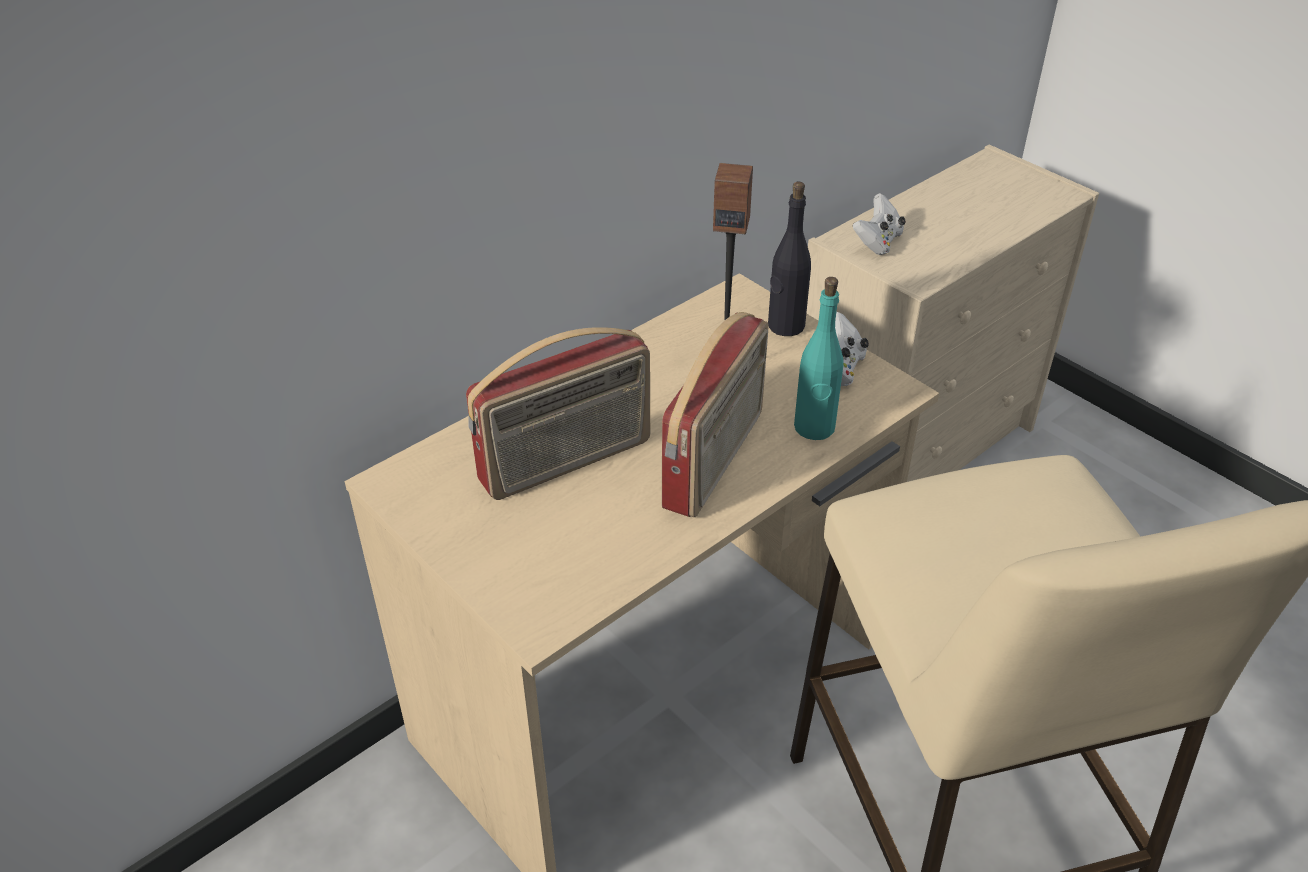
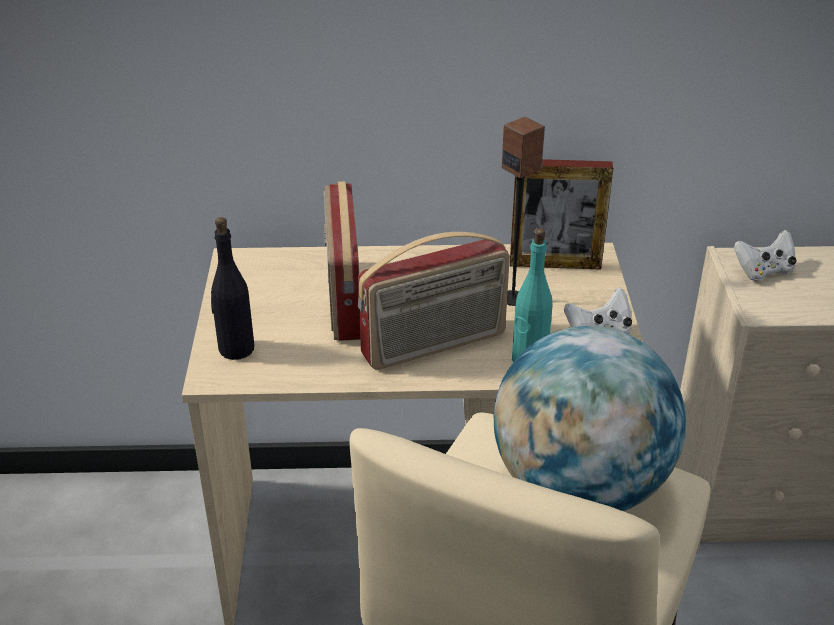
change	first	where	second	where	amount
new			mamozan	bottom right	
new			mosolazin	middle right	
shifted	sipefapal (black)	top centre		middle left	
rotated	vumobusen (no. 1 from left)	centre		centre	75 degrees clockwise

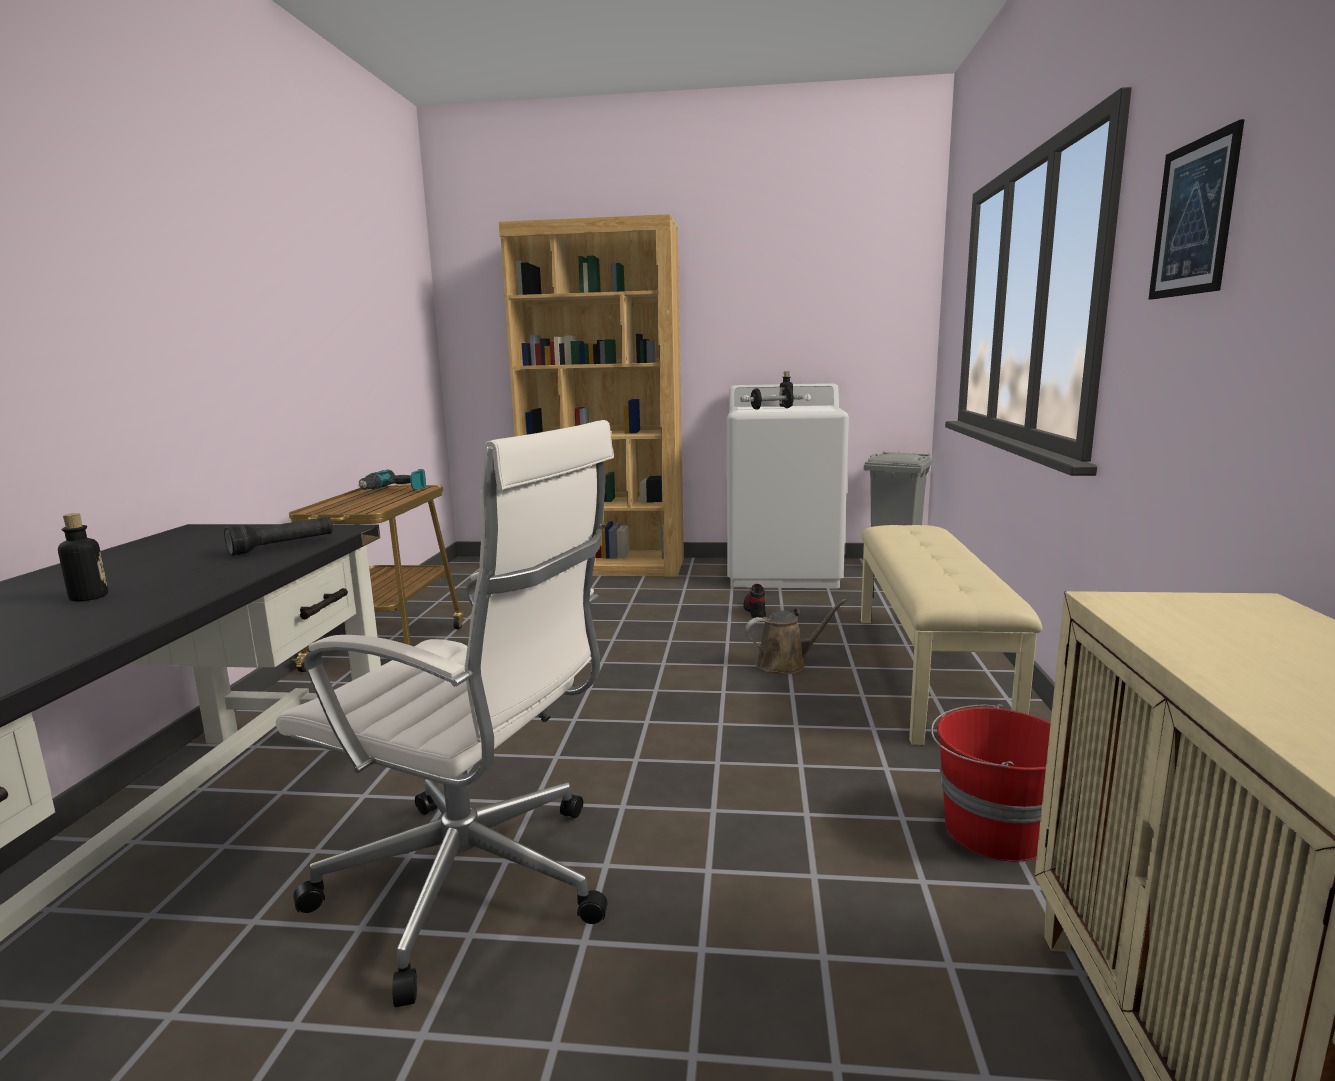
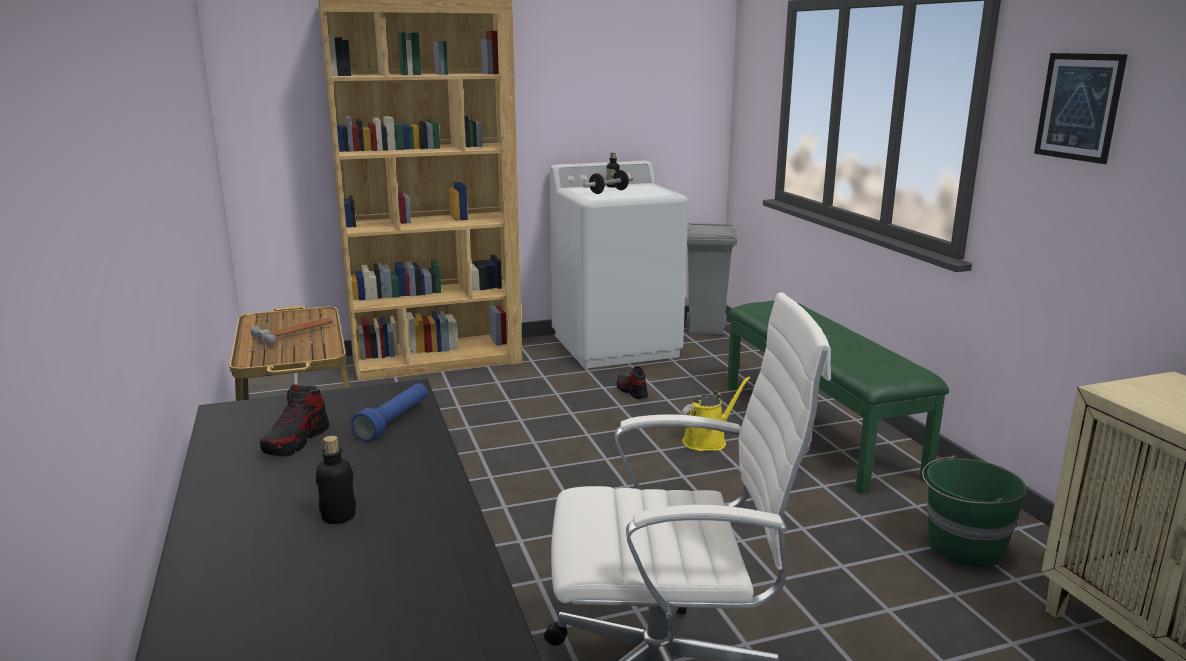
change	first	where	second	where	amount
gone	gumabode	middle left			
new			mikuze	middle left	
new			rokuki (no. 1 from left)	middle left	
repainted	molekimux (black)	middle left	molekimux (blue)	middle left	
repainted	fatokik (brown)	centre	fatokik (yellow)	centre	
repainted	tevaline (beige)	middle right	tevaline (green)	middle right	
repainted	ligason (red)	bottom right	ligason (green)	bottom right	

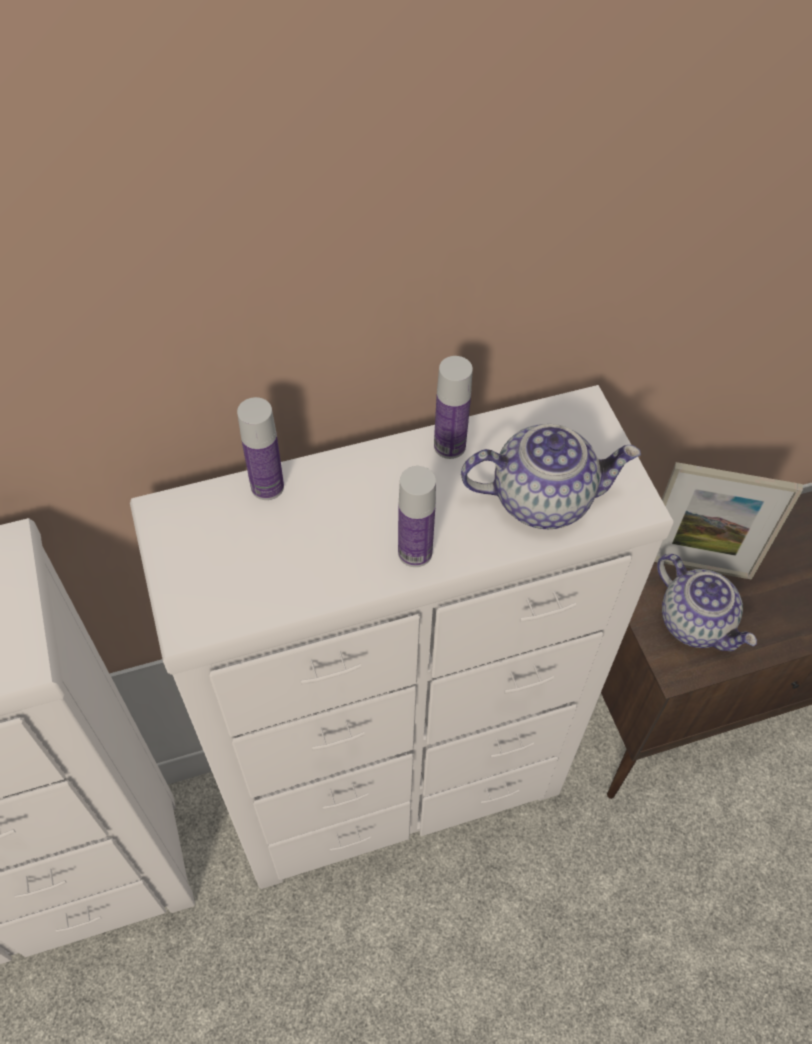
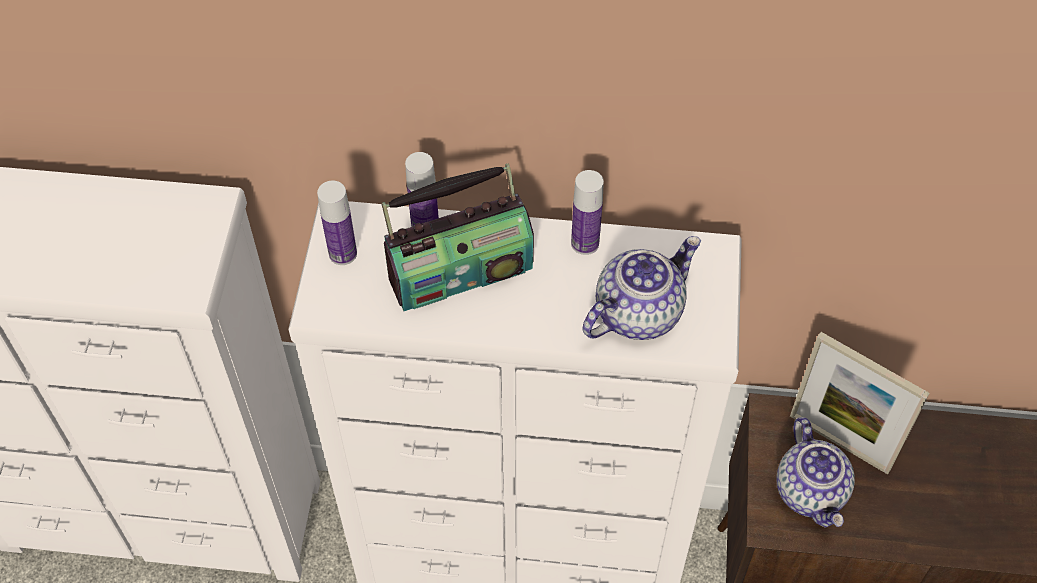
change	first	where	second	where	amount
new			vumobusen	centre	
shifted	sipefapal (no. 2 from left in the first image)	centre	sipefapal (no. 1 from left)	middle left	
rotated	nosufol (no. 1 from left)	middle right		centre	60 degrees counterclockwise

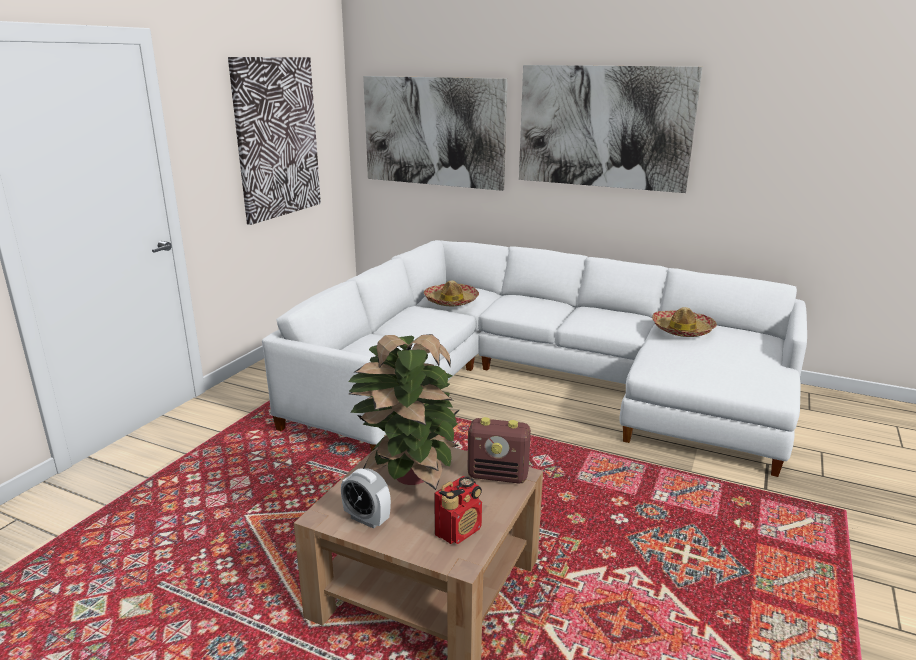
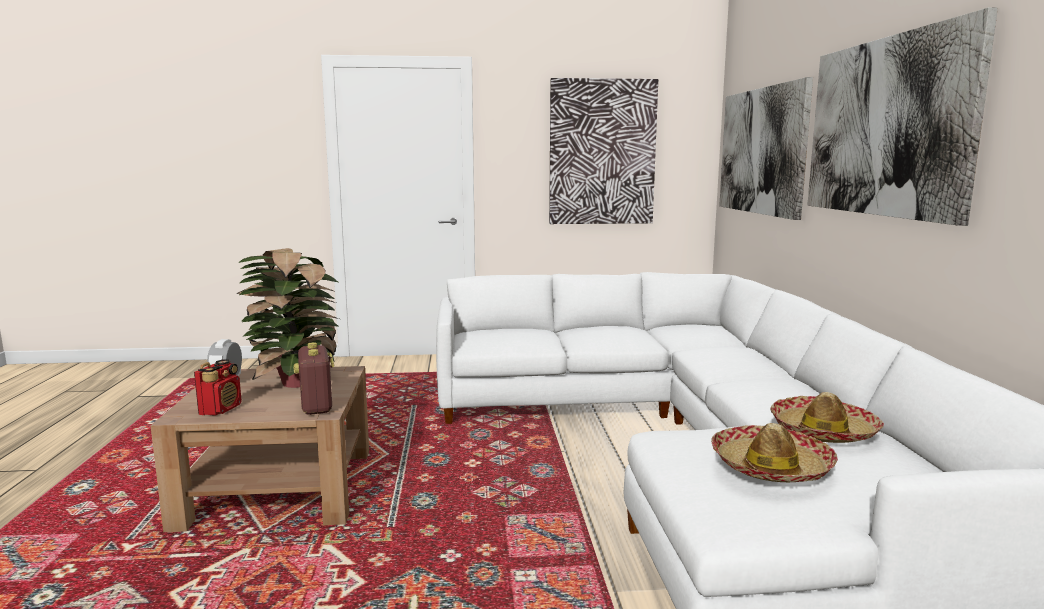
change	first	where	second	where	amount
shifted	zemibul (no. 1 from left)	centre		bottom right	
rotated	vumobusen (no. 1 from left)	bottom centre		middle left	90 degrees counterclockwise

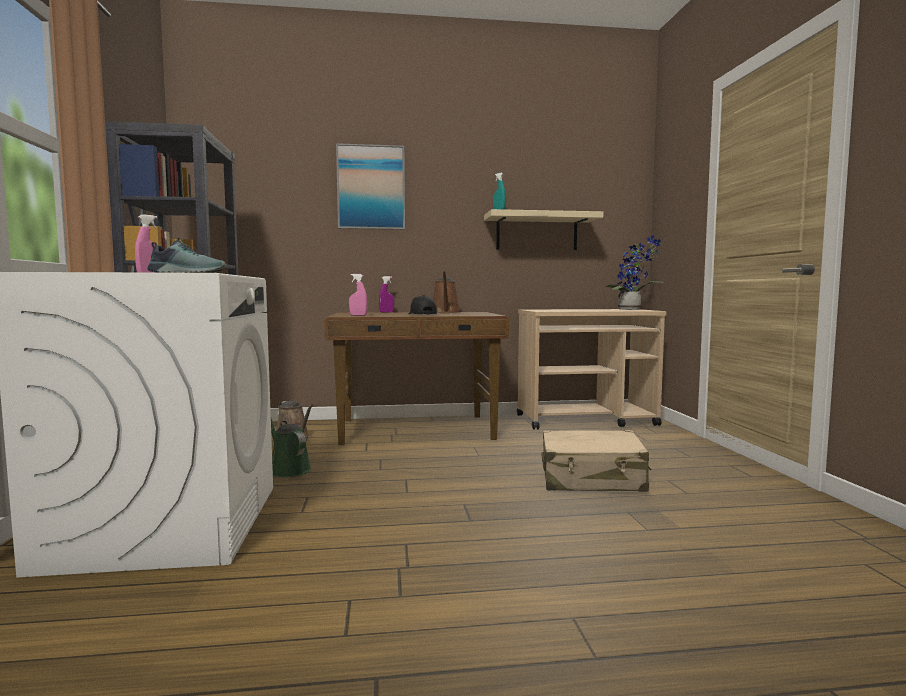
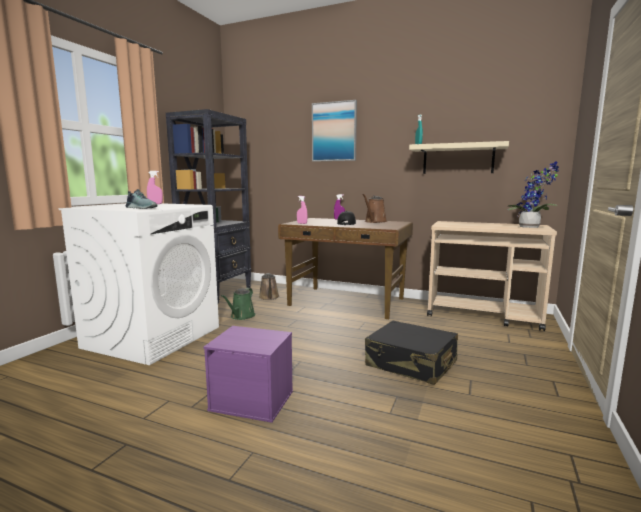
change	first	where	second	where	amount
new			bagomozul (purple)	bottom centre	
repainted	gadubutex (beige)	centre	gadubutex (black)	bottom centre	
rotated	fatokik (green)	middle left		centre	150 degrees counterclockwise

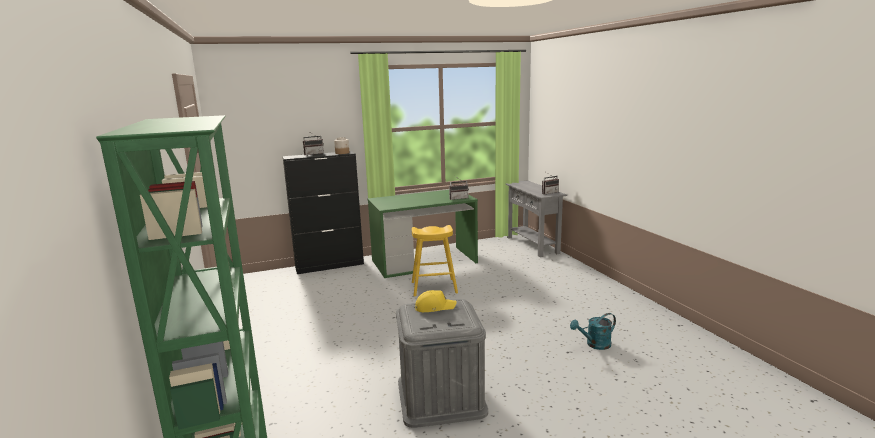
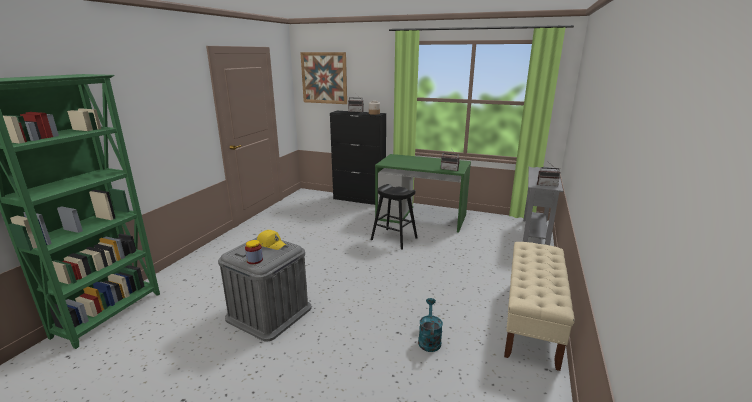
change	first	where	second	where	amount
new			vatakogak (no. 1 from left)	centre	
new			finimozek	top centre	
new			tevaline (beige)	bottom right	
repainted	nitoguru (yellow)	centre	nitoguru (black)	centre	
rotated	fatokik (turquoise)	bottom right		bottom centre	75 degrees clockwise

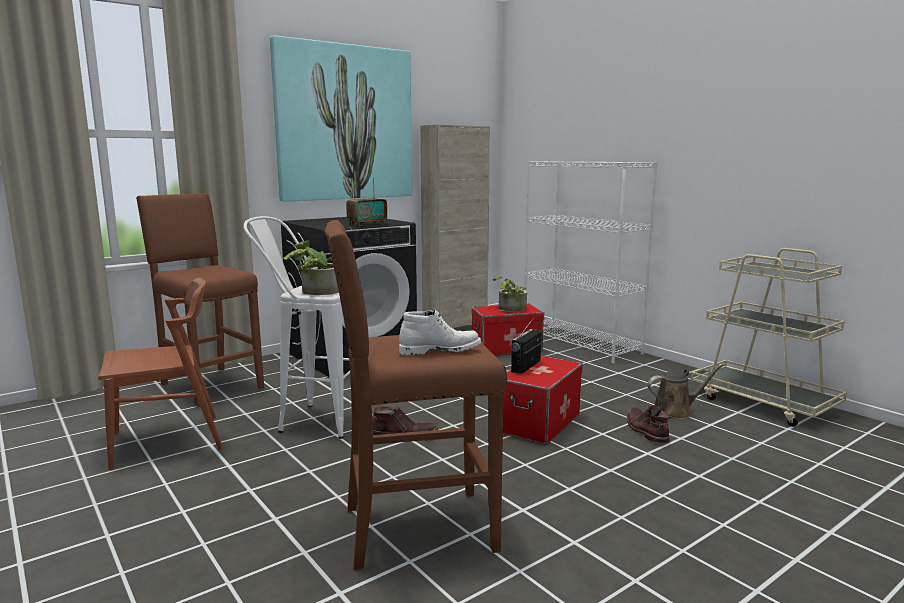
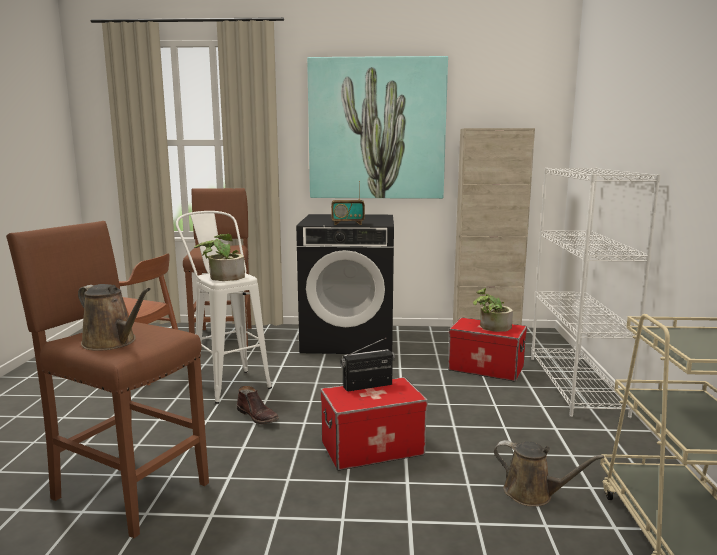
change	first	where	second	where	amount
gone	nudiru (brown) (no. 2 from left)	bottom right			
swapped	nudiru (white)	centre	fatokik (brown) (no. 1 from left)	middle left	

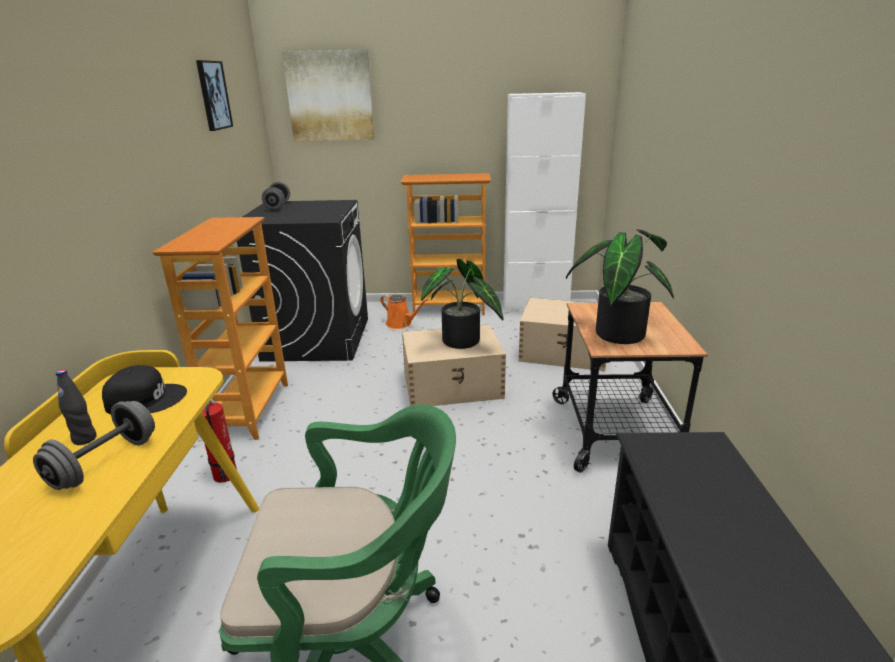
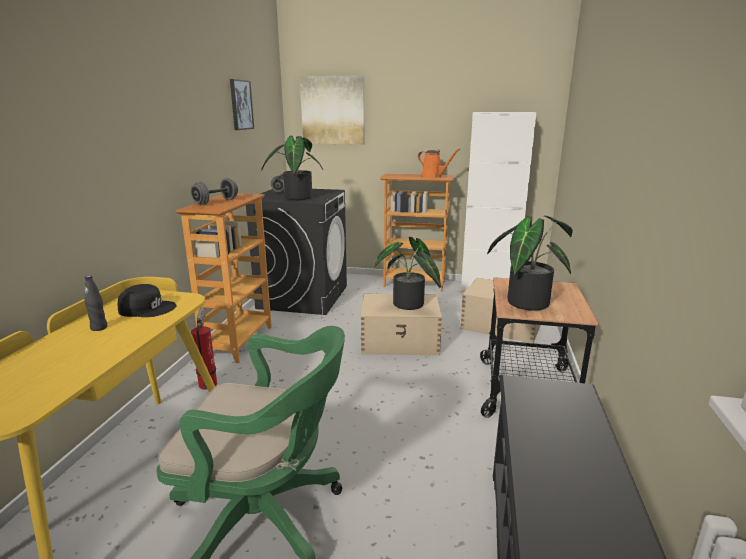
change	first	where	second	where	amount
new			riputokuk (no. 1 from left)	top centre	
shifted	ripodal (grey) (no. 1 from left)	bottom left		middle left	
shifted	fatokik (orange)	centre		top centre	

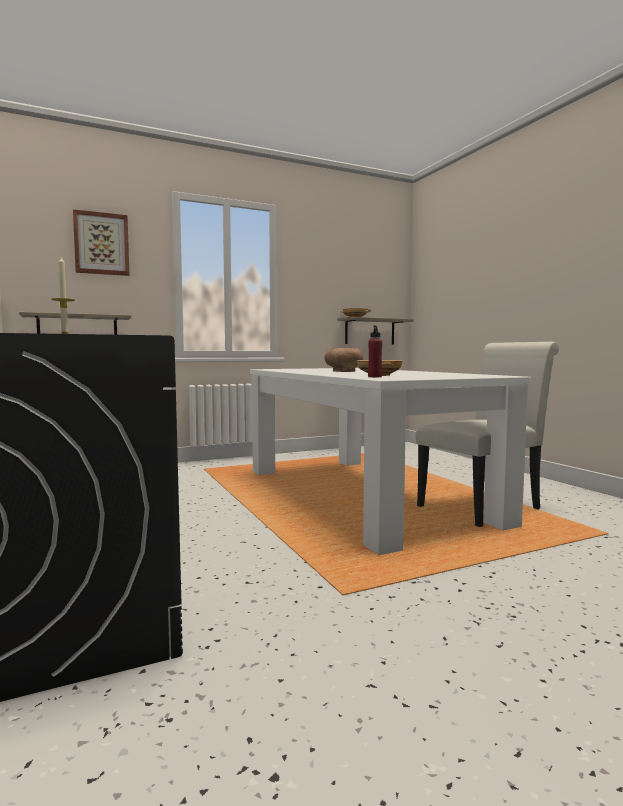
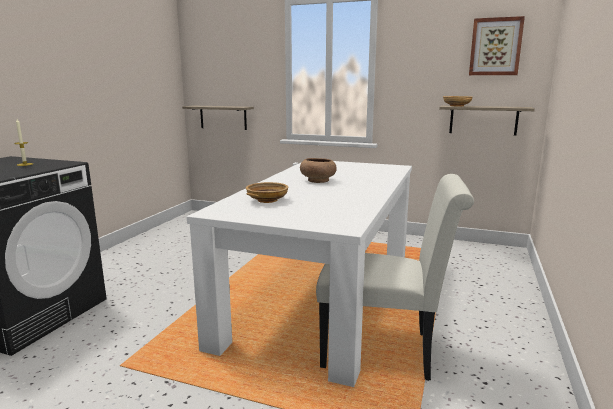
change	first	where	second	where	amount
gone	sipefapal (red)	centre			
shifted	finimozek	top left		top right	

